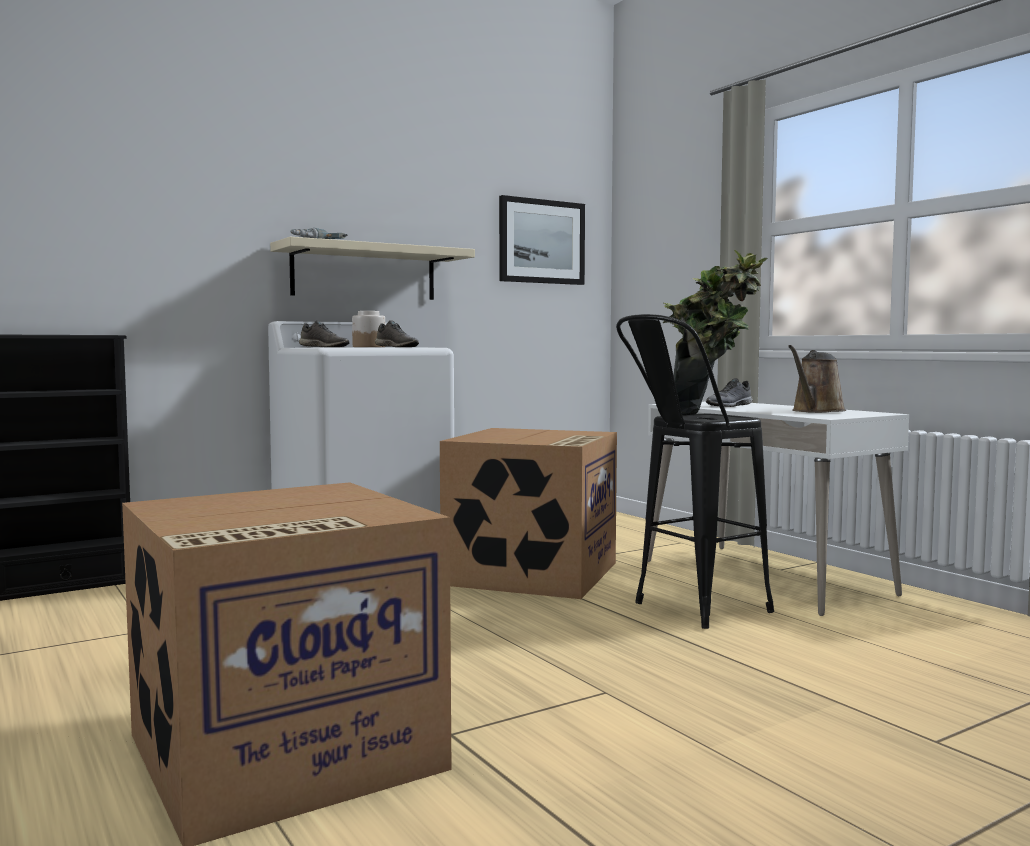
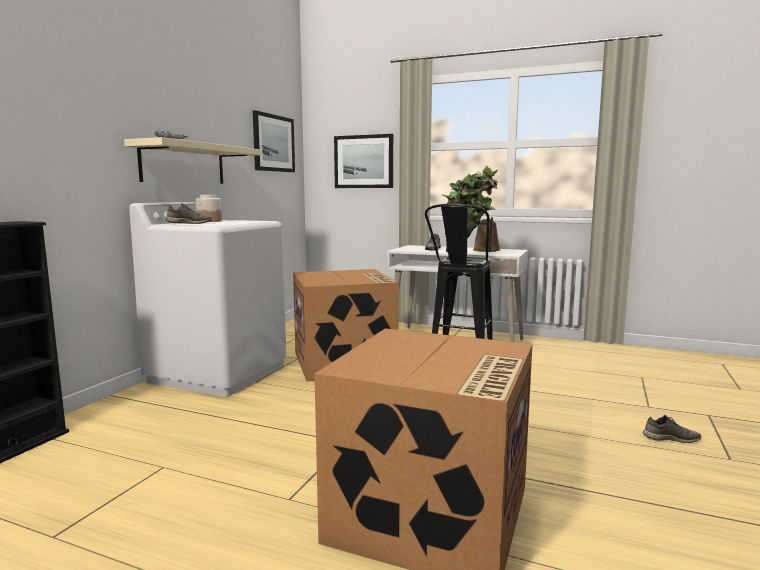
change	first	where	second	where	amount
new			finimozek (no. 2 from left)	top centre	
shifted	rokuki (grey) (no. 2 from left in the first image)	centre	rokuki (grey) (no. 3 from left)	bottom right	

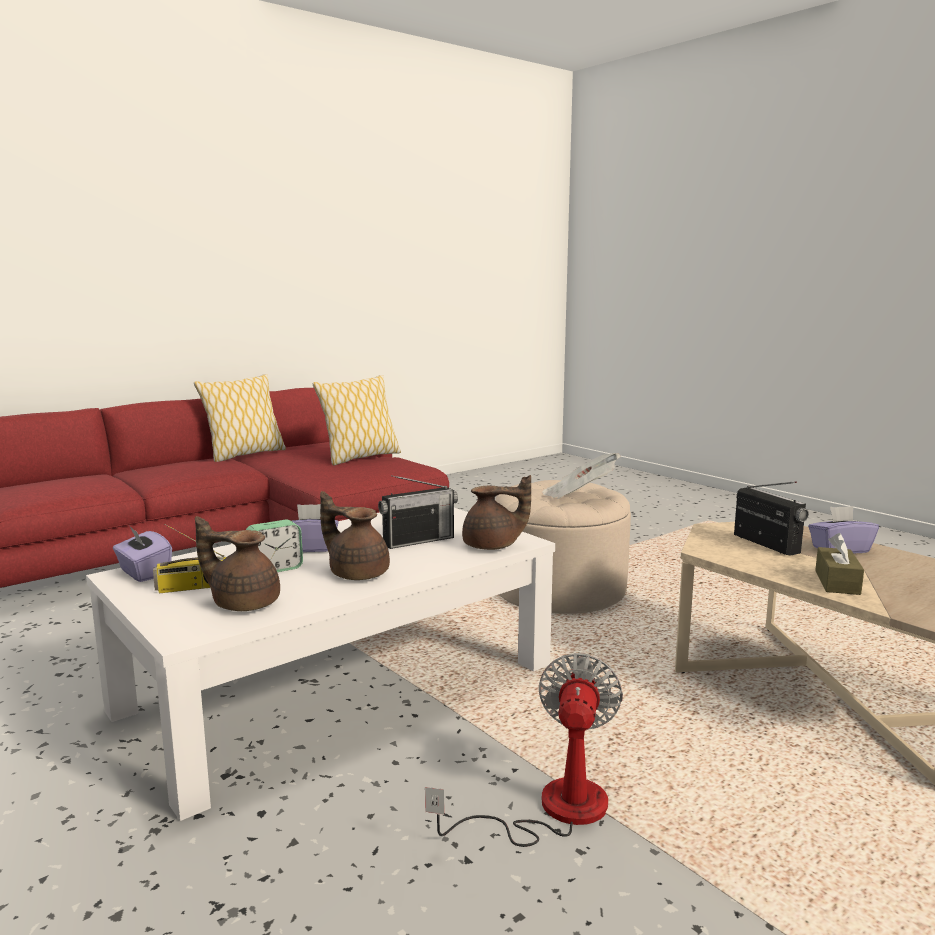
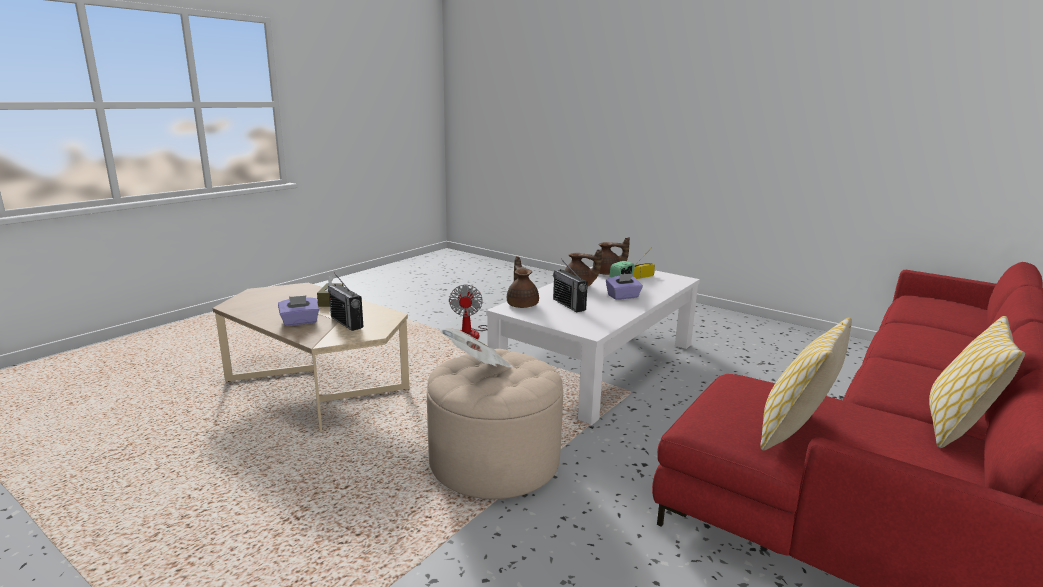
change	first	where	second	where	amount
gone	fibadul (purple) (no. 1 from left)	middle left			
rotated	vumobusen (no. 2 from left)	centre		centre	75 degrees counterclockwise
rotated	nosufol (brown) (no. 3 from left in the first image)	centre	nosufol (brown) (no. 1 from left)	centre	90 degrees clockwise

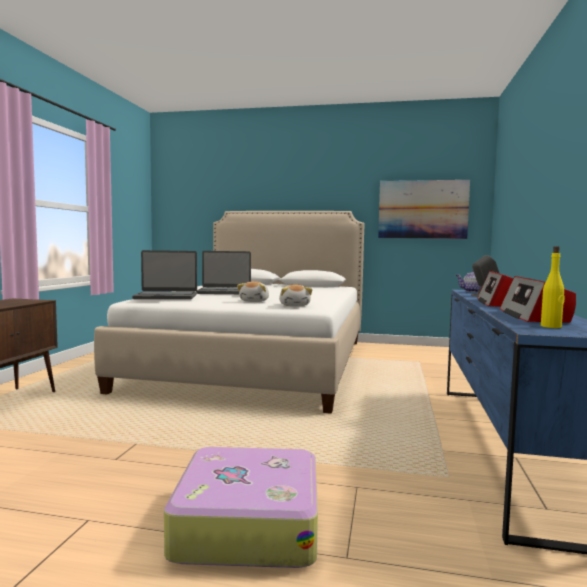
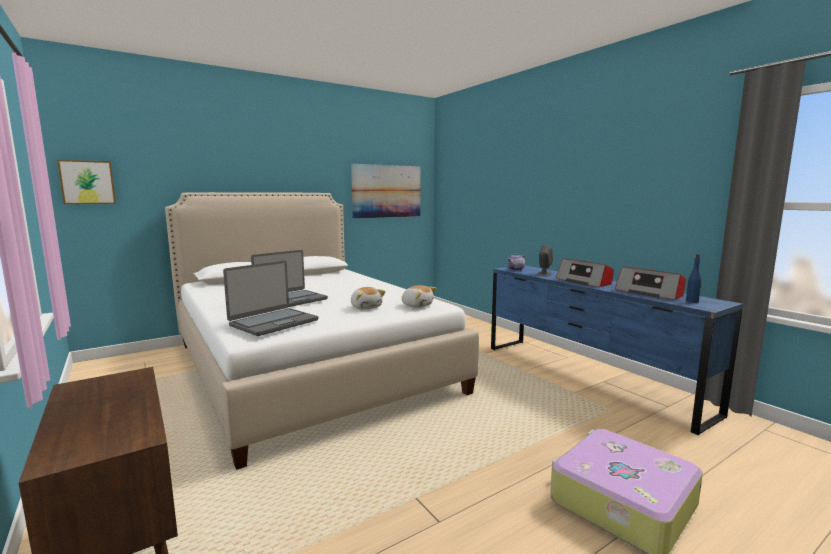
change	first	where	second	where	amount
new			finimozek (no. 1 from left)	top left	
repainted	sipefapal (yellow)	middle right	sipefapal (blue)	middle right	

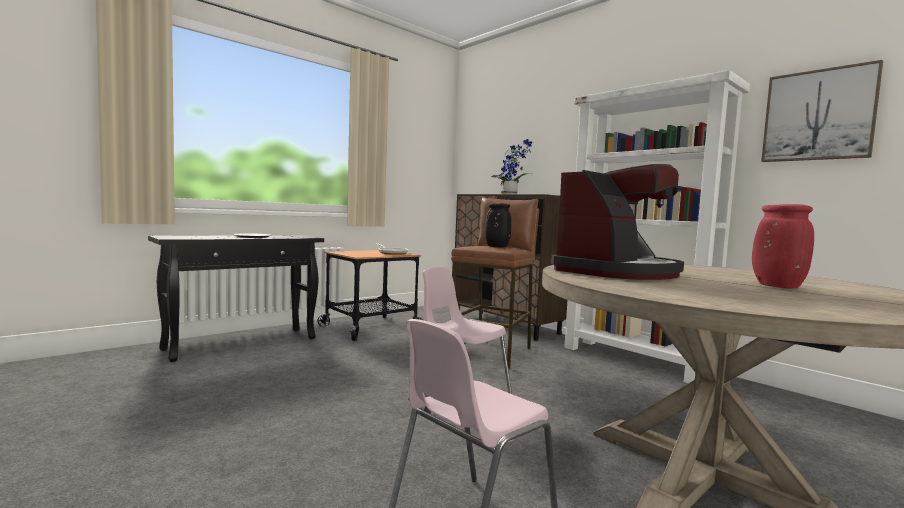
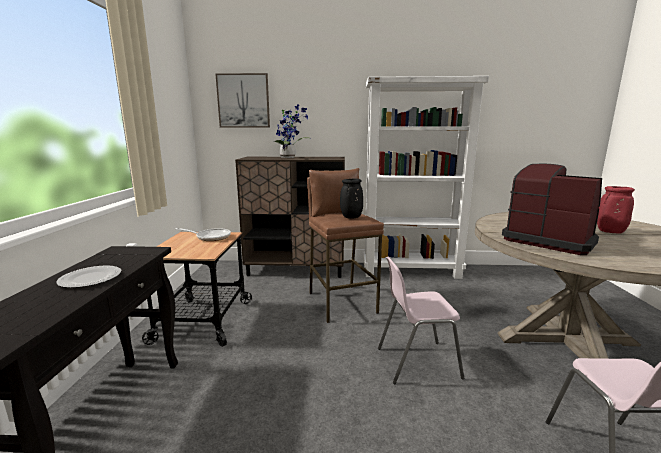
change	first	where	second	where	amount
shifted	finimozek	top right		top centre	
rotated	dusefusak	middle right		middle right	45 degrees counterclockwise

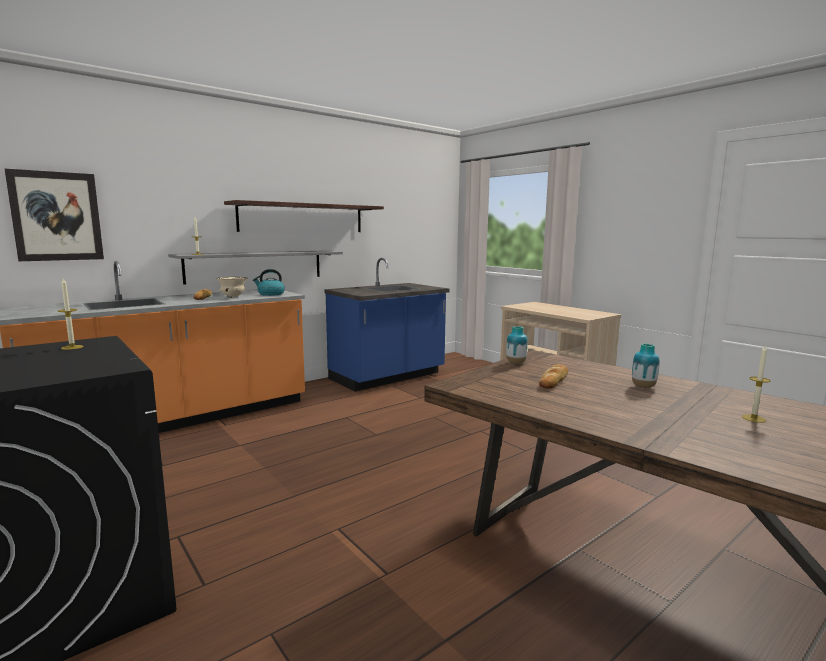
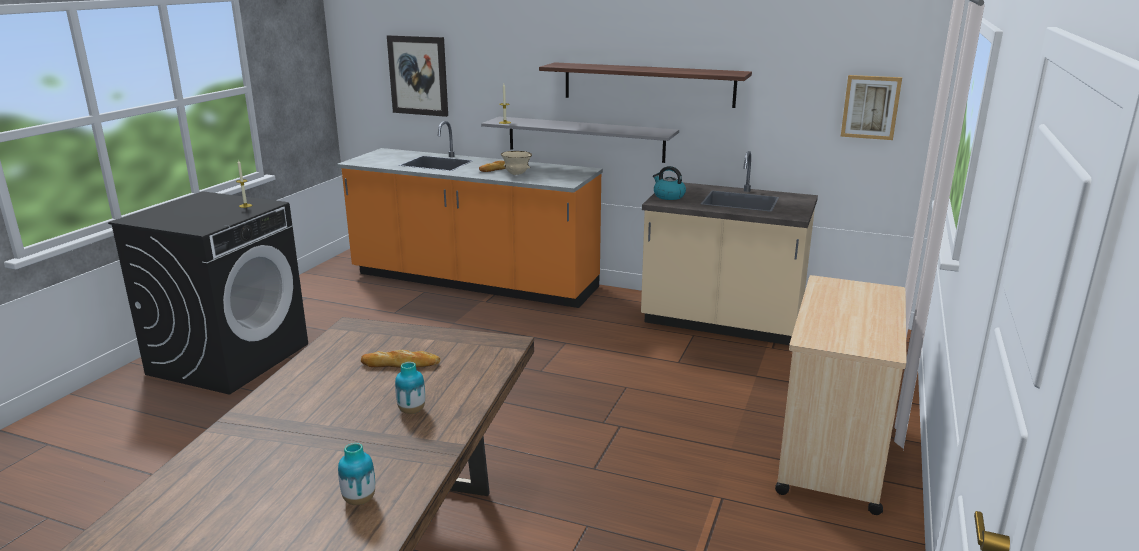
change	first	where	second	where	amount
gone	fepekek (no. 3 from left)	middle right			
new			finimozek (no. 2 from left)	top right	
shifted	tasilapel	middle left		top centre	
shifted	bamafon (no. 1 from left)	centre		bottom left	
repainted	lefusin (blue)	centre	lefusin (beige)	centre	

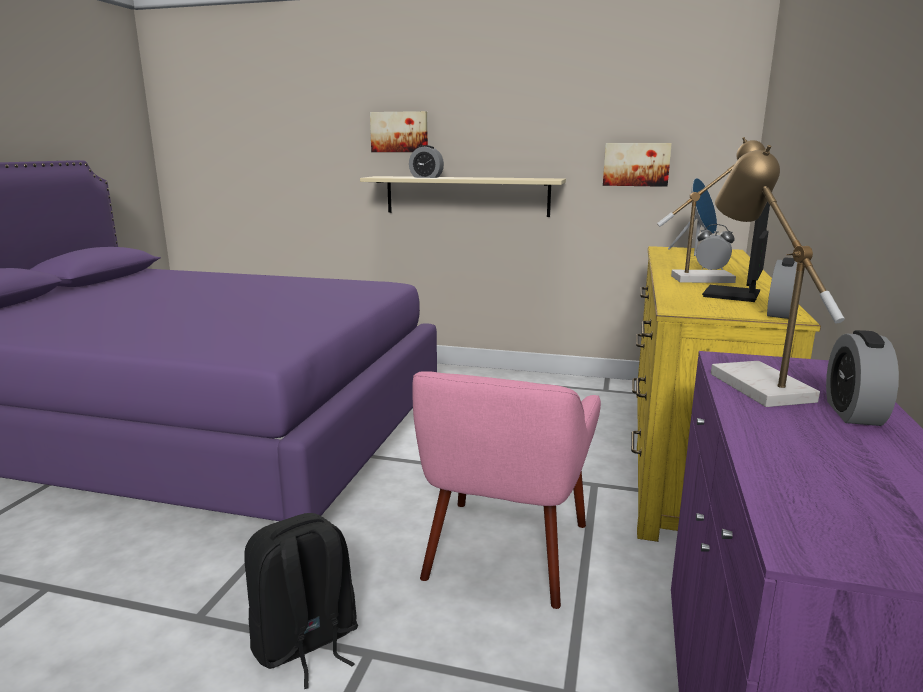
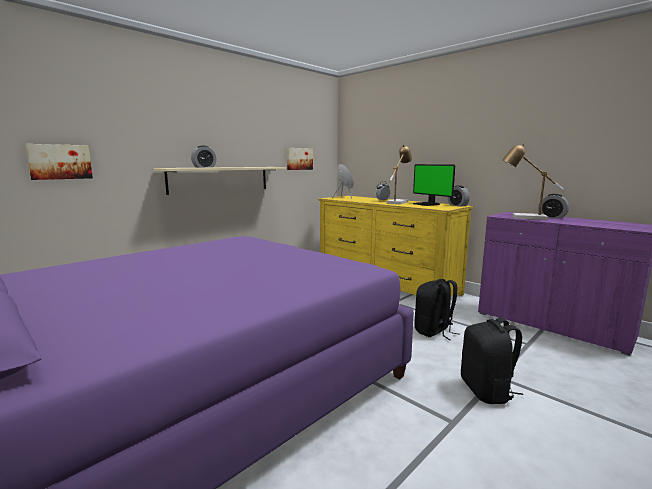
change	first	where	second	where	amount
shifted	finimozek (no. 1 from left)	top centre		top left	
swapped	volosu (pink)	bottom centre	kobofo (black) (no. 1 from left)	middle right	

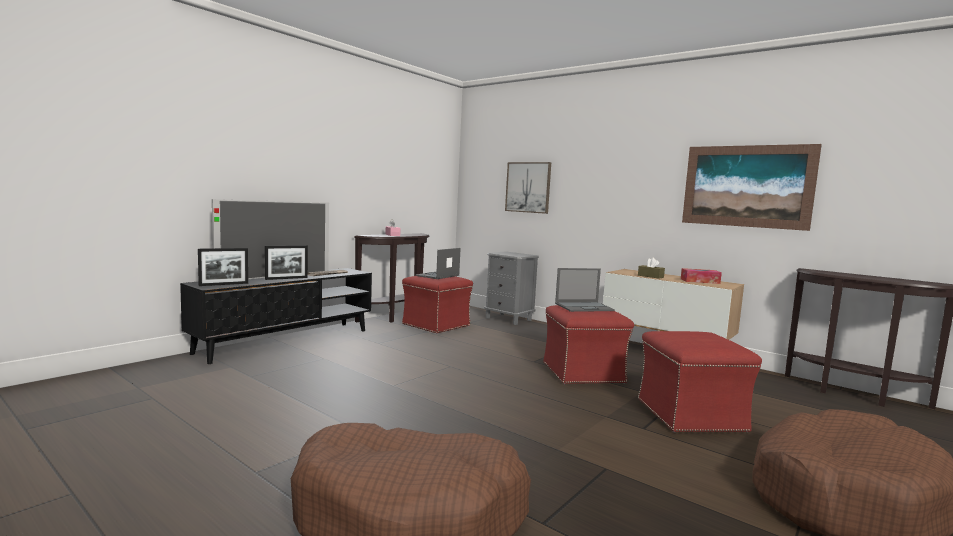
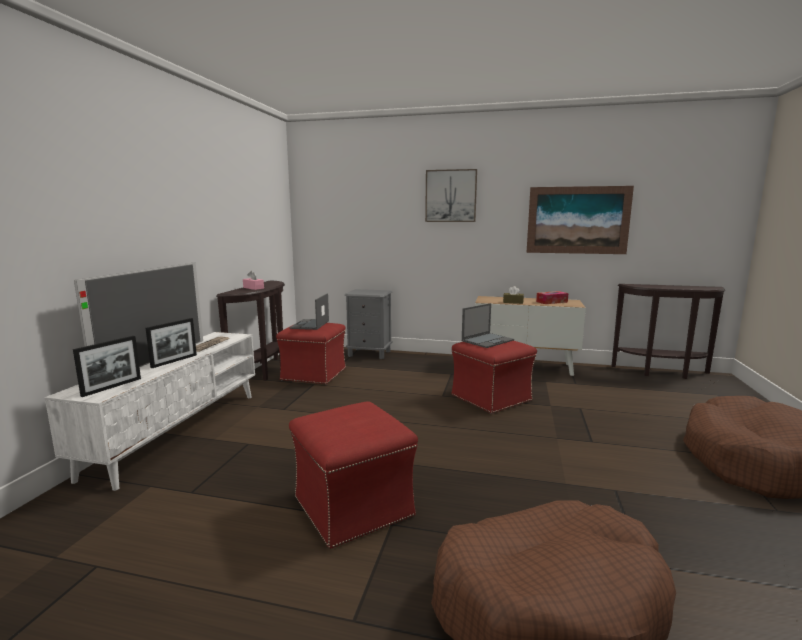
change	first	where	second	where	amount
shifted	finimozek (no. 1 from left)	centre		top centre	
shifted	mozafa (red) (no. 3 from left in the first image)	bottom right	mozafa (red) (no. 2 from left)	bottom centre	
repainted	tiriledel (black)	middle left	tiriledel (white)	middle left	

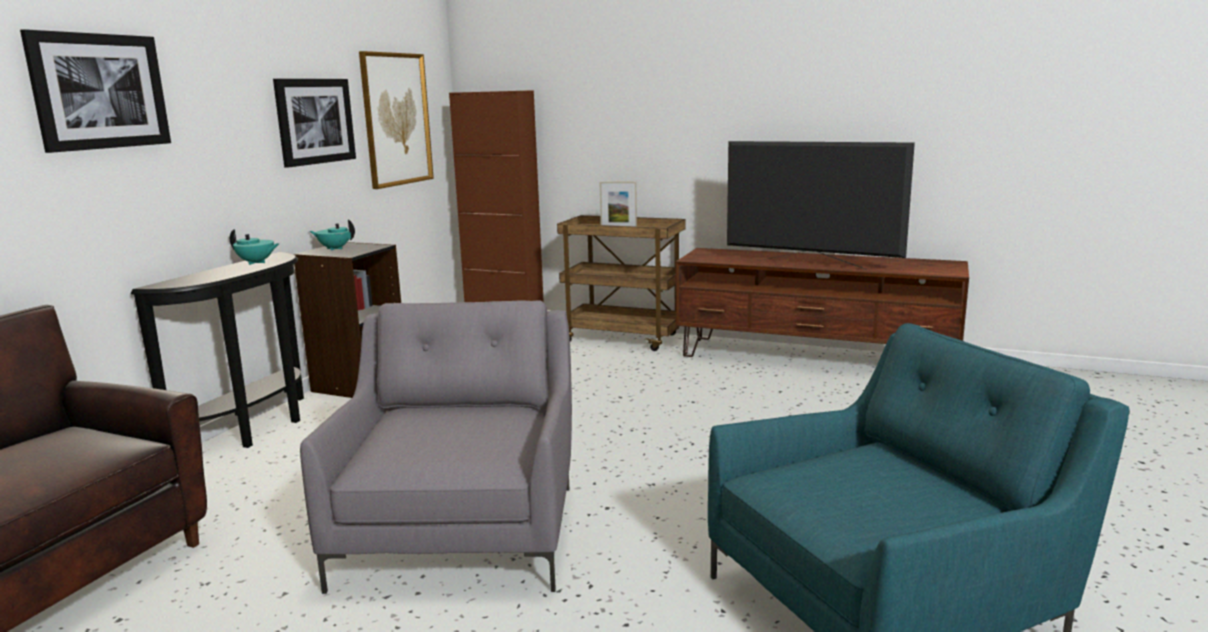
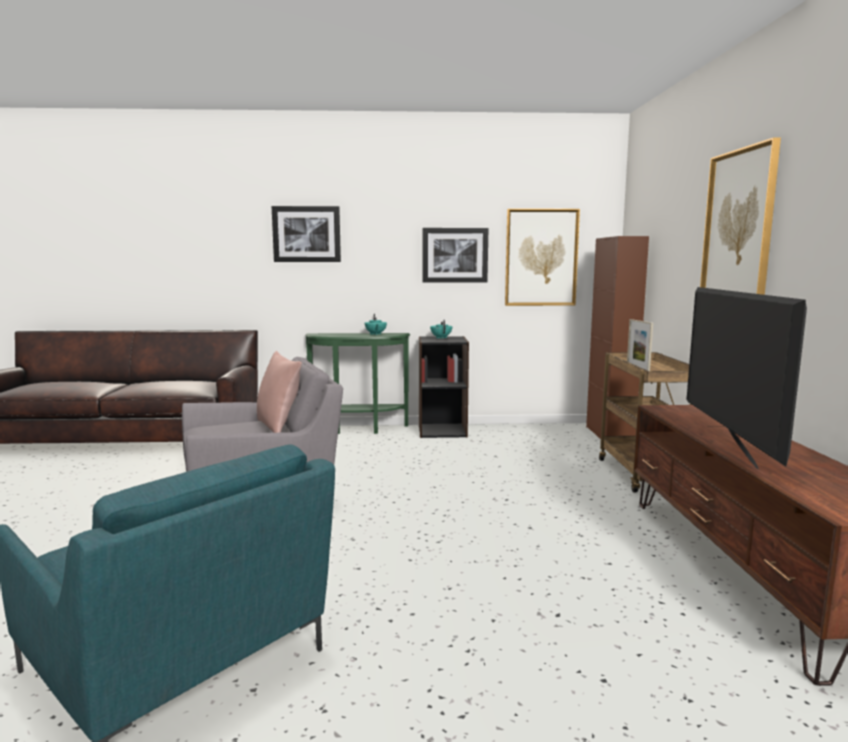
change	first	where	second	where	amount
new			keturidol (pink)	middle left	
new			finimozek (no. 4 from left)	top right	
repainted	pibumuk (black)	middle left	pibumuk (green)	centre	

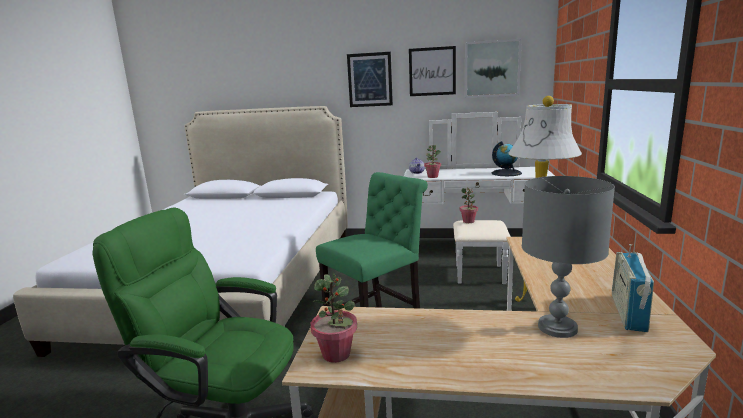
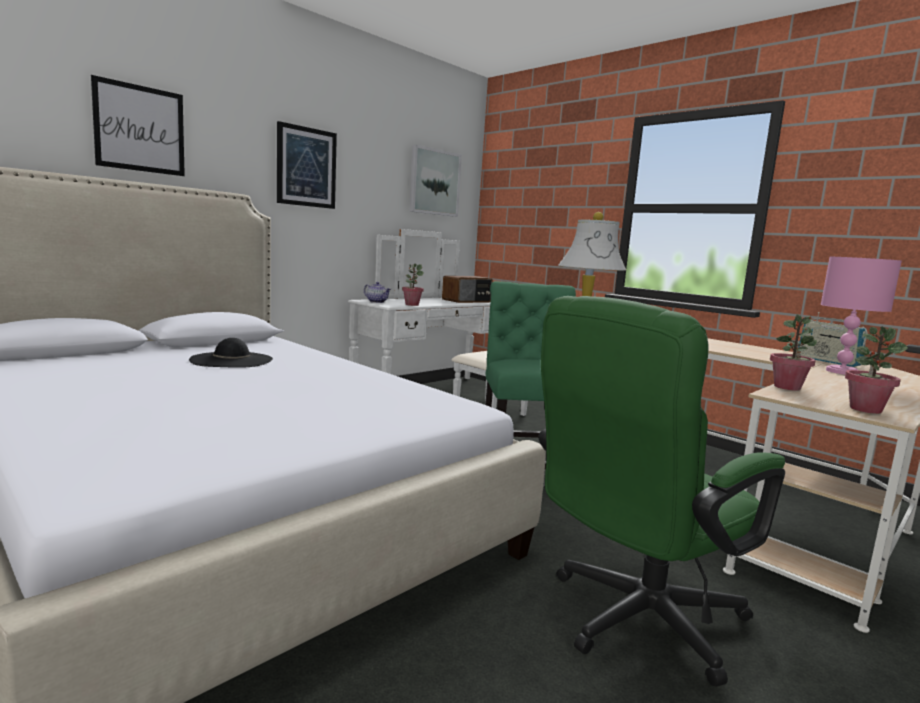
change	first	where	second	where	amount
new			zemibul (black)	middle left	
shifted	finimozek (no. 2 from left in the first image)	top centre	finimozek (no. 1 from left)	top left	
shifted	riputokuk (no. 3 from left in the first image)	centre	riputokuk (no. 2 from left)	middle right	
swapped	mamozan	middle right	vumobusen (no. 1 from left)	centre	
repainted	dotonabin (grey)	middle right	dotonabin (pink)	middle right	

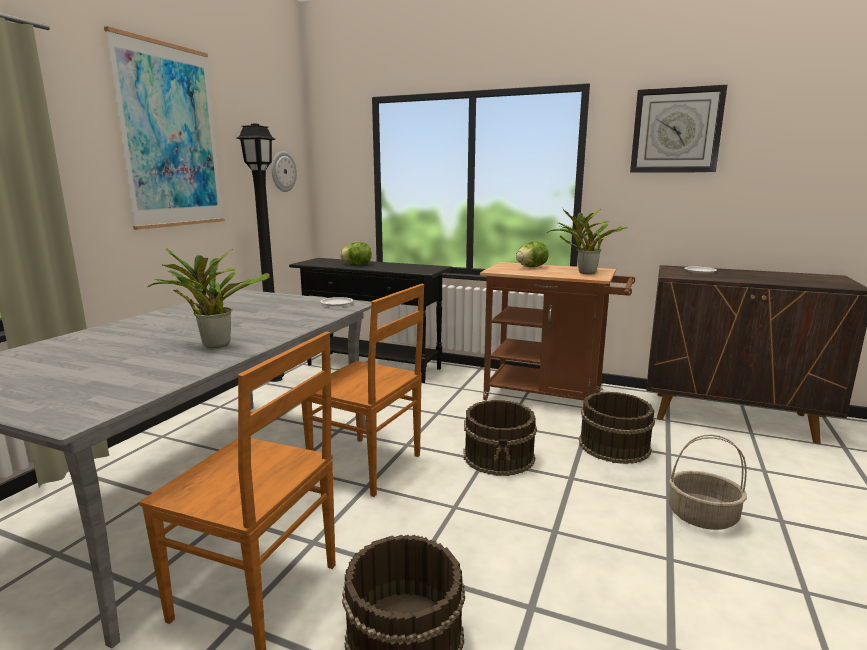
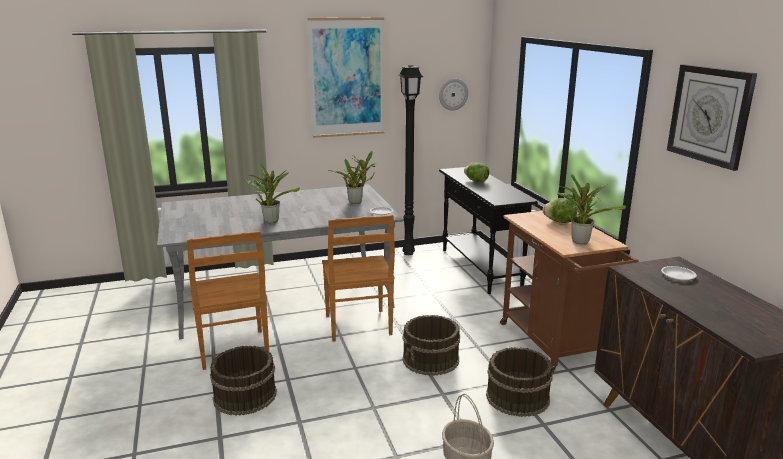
change	first	where	second	where	amount
new			riputokuk (no. 2 from left)	centre	

